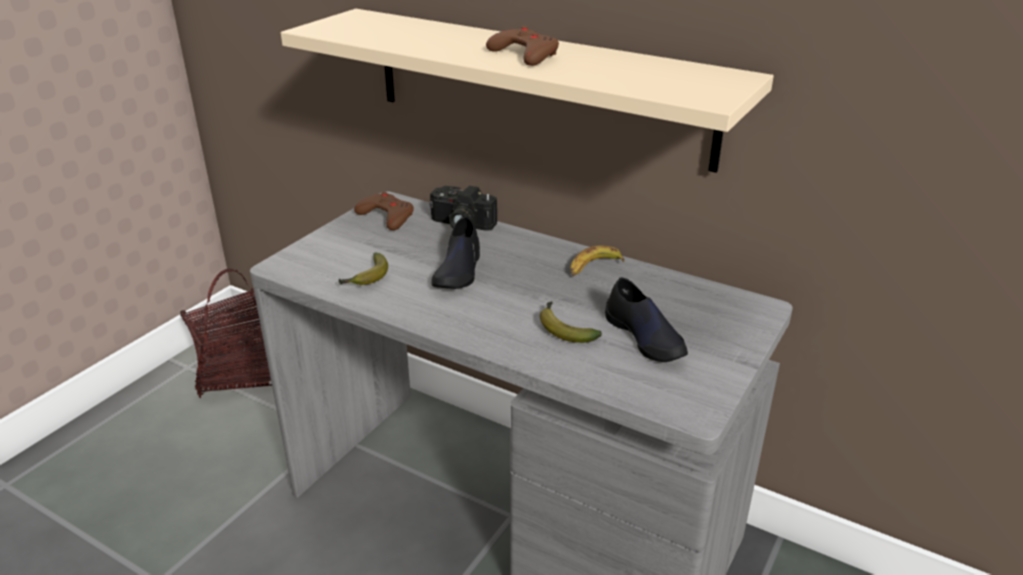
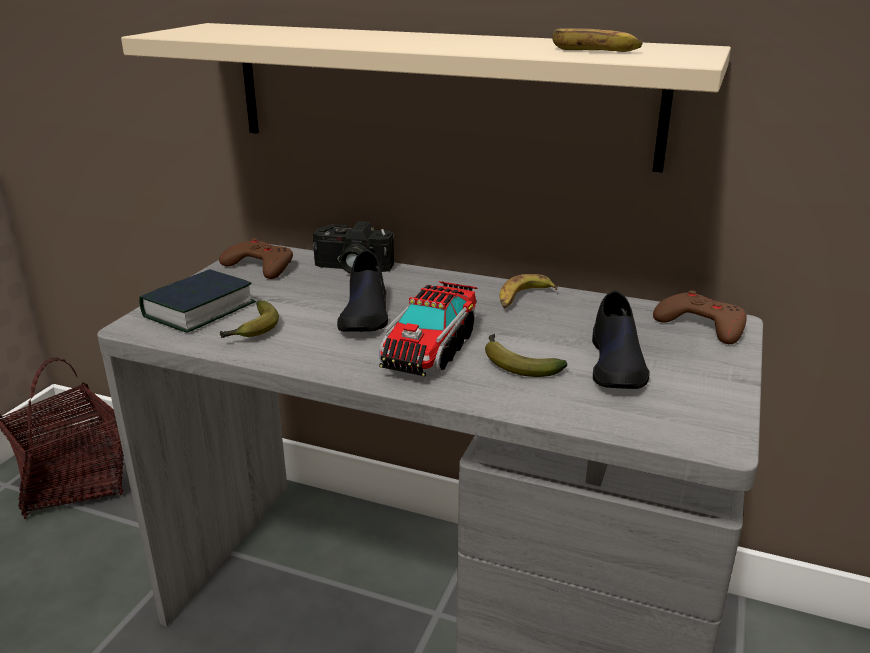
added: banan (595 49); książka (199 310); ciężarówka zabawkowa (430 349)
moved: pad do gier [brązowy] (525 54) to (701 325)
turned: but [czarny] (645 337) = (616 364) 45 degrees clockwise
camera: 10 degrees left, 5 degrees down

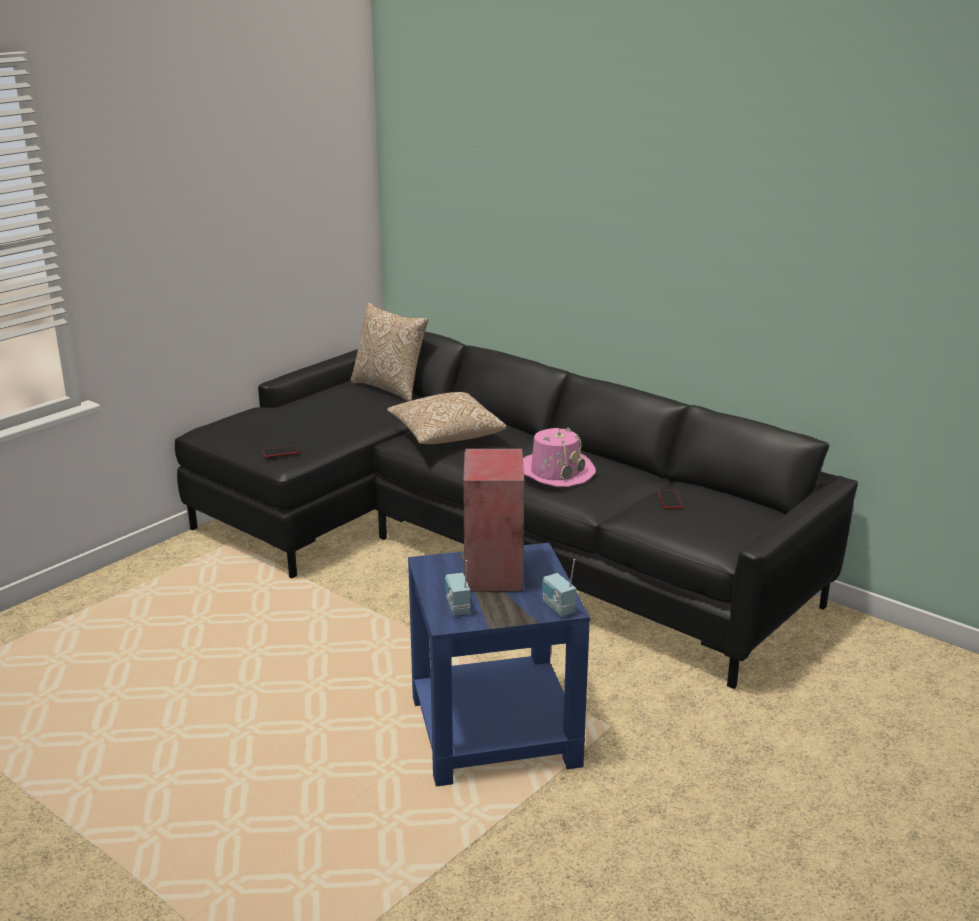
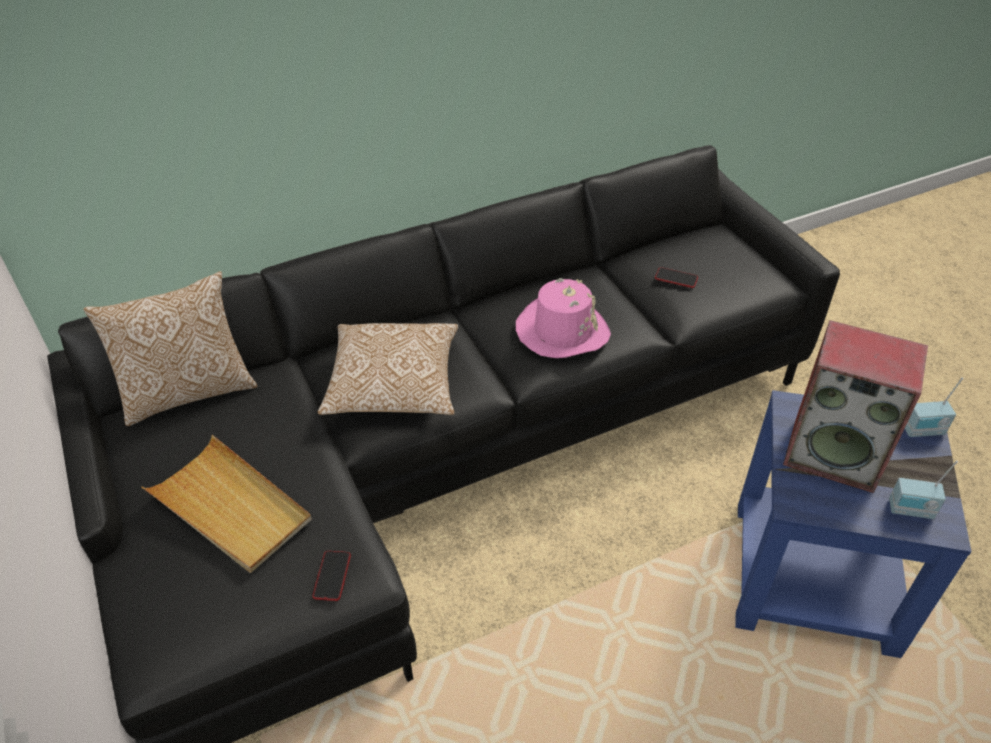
added: taca [beżowy] (230 507)
camera: 65 degrees left, 20 degrees up

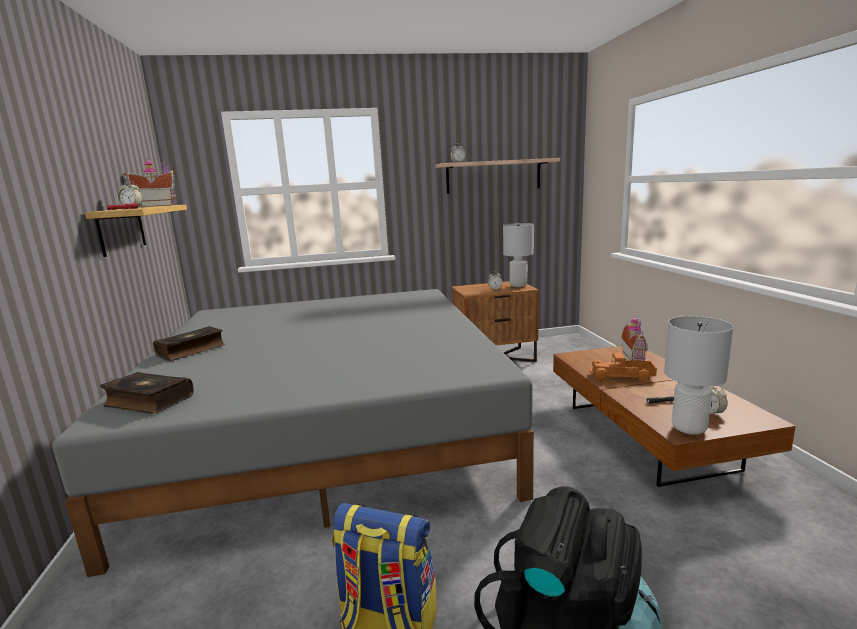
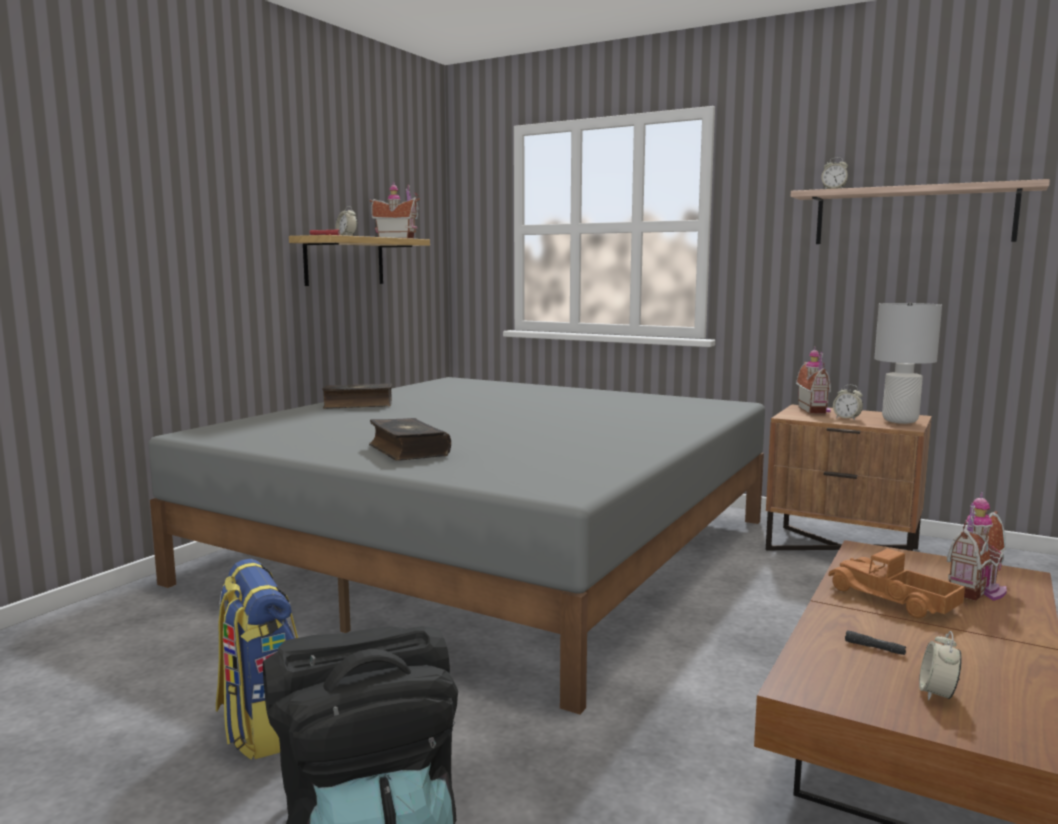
removed: lampa stołowa [szary] (688 430)
added: domek (815 410)
moved: książka (148 401) to (407 451)
camera: 40 degrees right, 5 degrees down

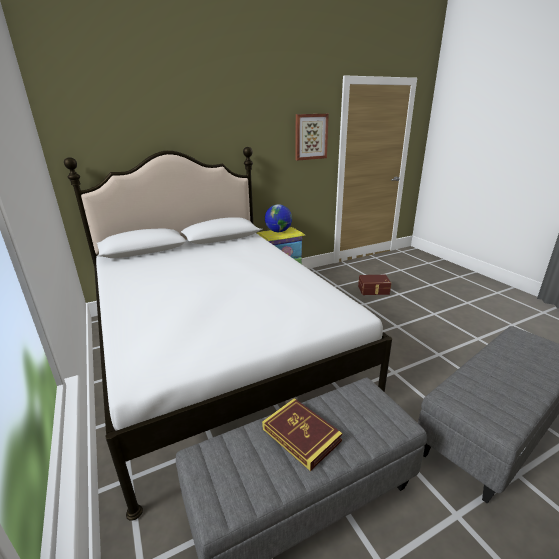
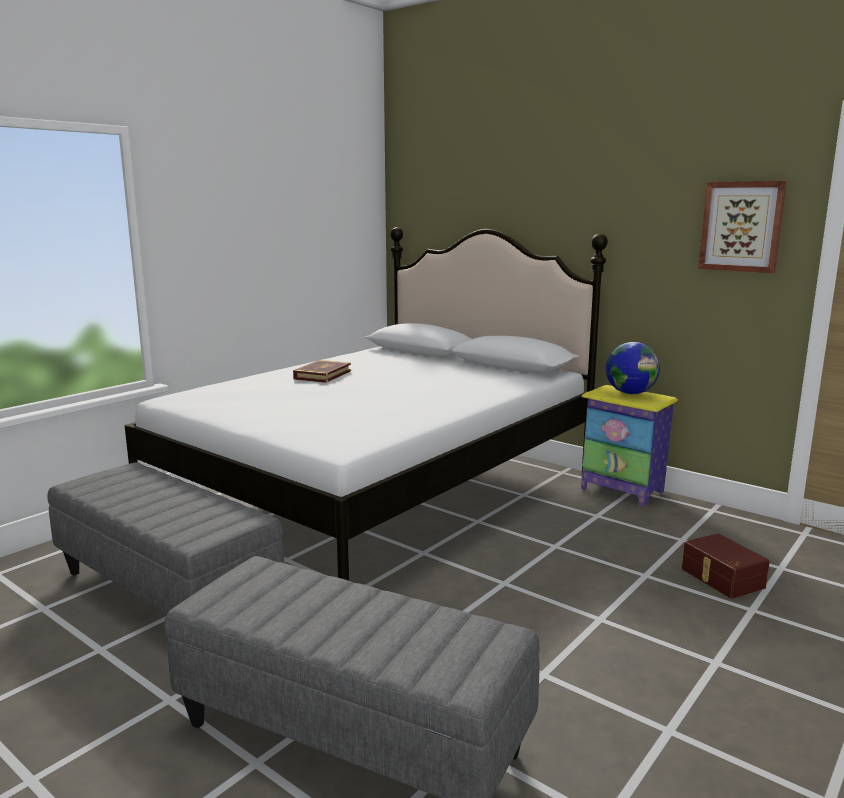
moved: książka (301 435) to (322 375)
camera: 65 degrees right, 10 degrees down

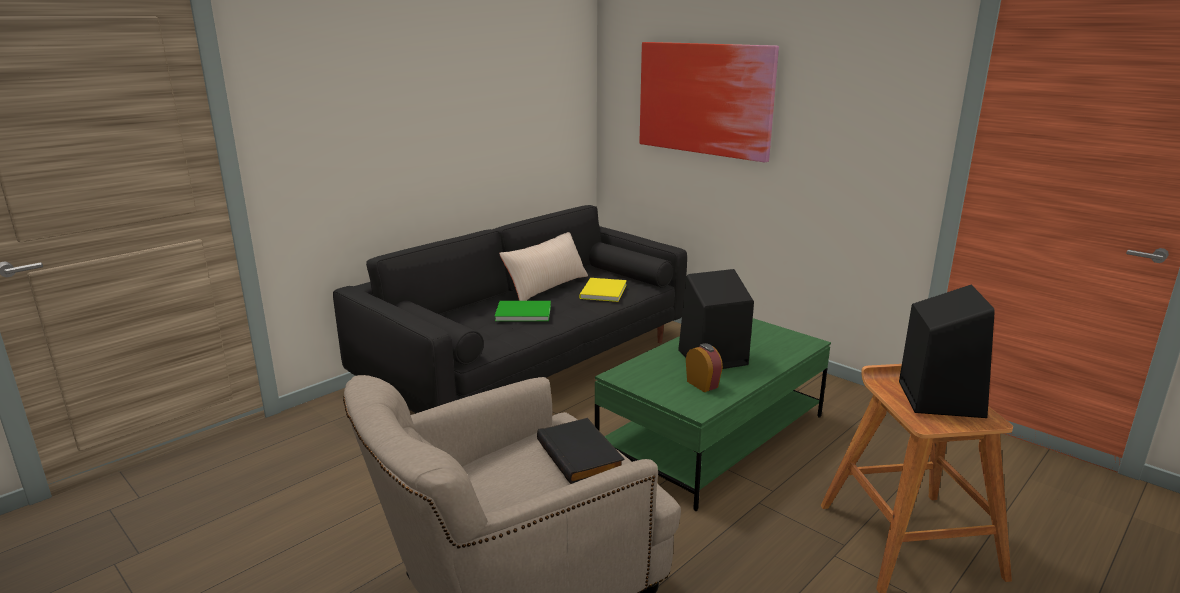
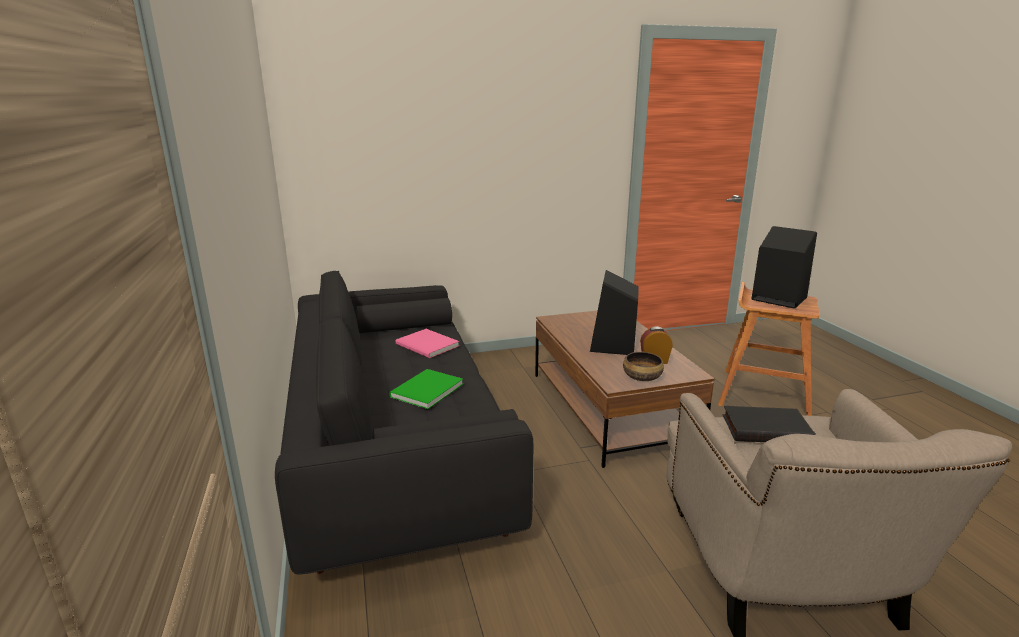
removed: obraz (705 99); poduszka [beżowy] (546 287)
added: miska (642 377)
recoloured: książka [żółty] (601 292) to książka [różowy] (427 346); ława [zielony] (713 435) to ława [brązowy] (609 409)
camera: 60 degrees left, 0 degrees up

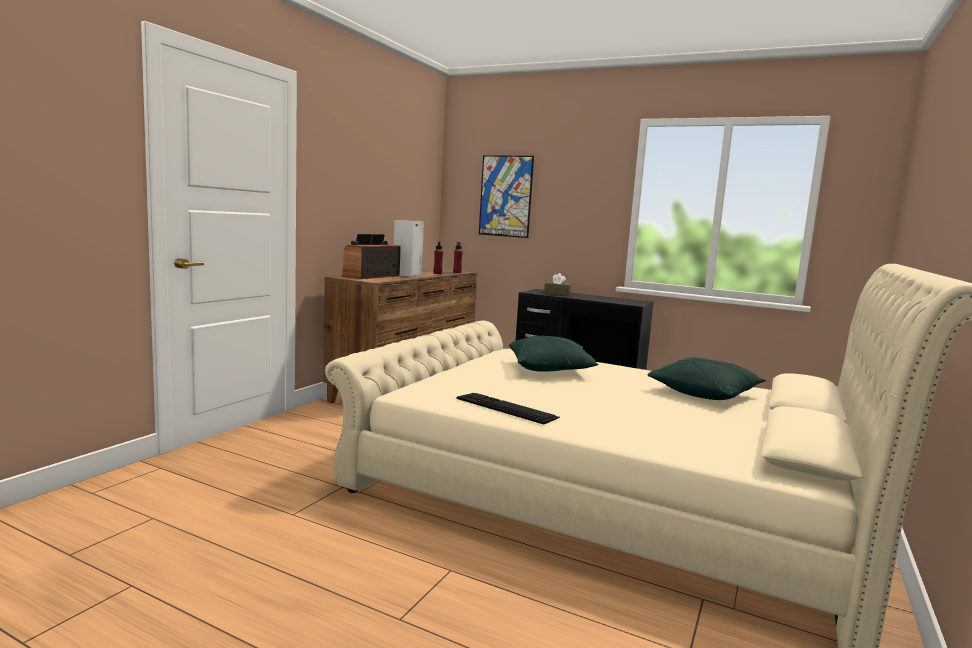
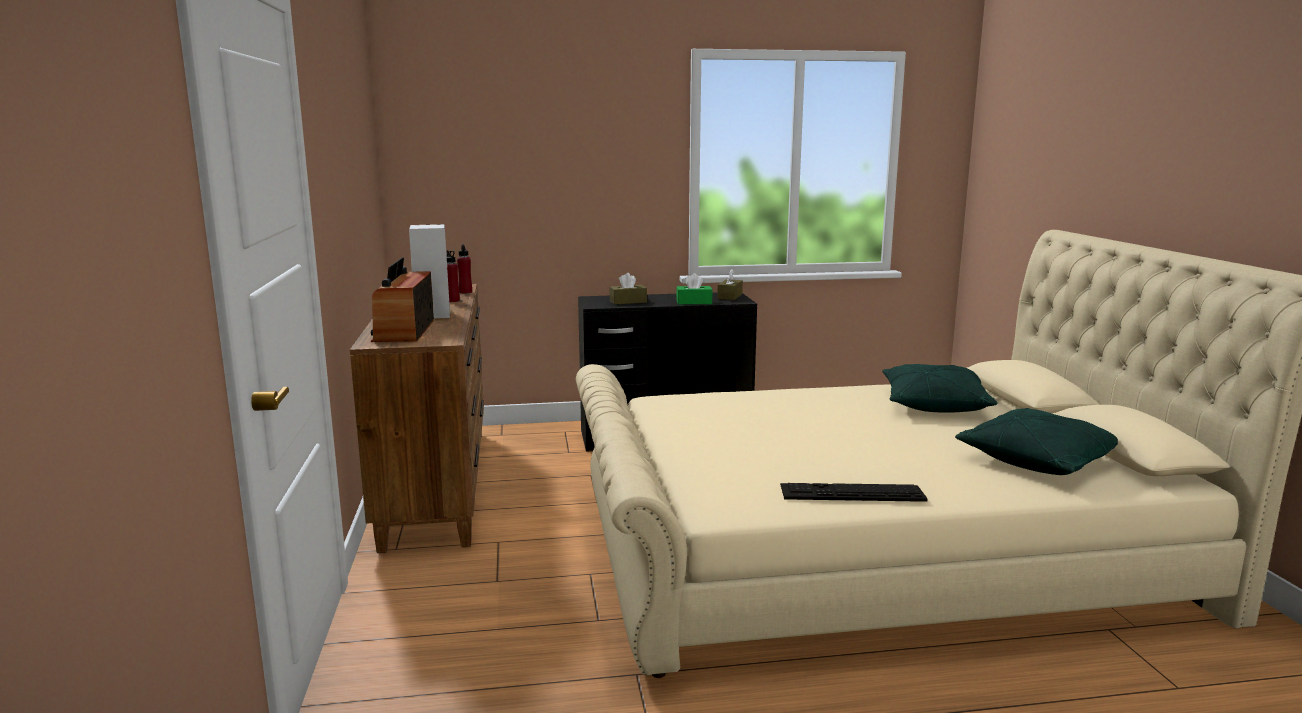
removed: obraz (505 196)
added: pudełko chusteczek [brązowy] (730 296); pudełko chusteczek [zielony] (694 302)
moved: poduszka [zielony] (550 369) to (1038 460)
camera: 35 degrees left, 5 degrees up

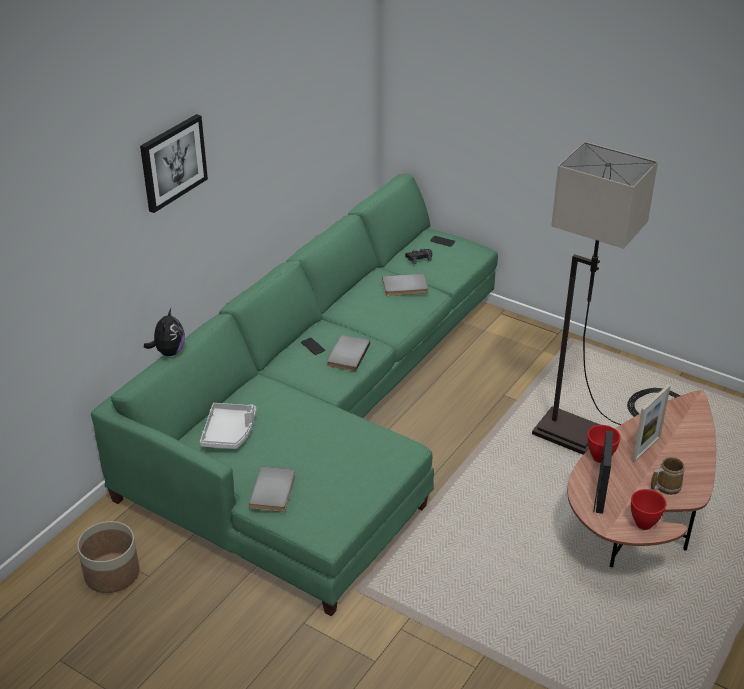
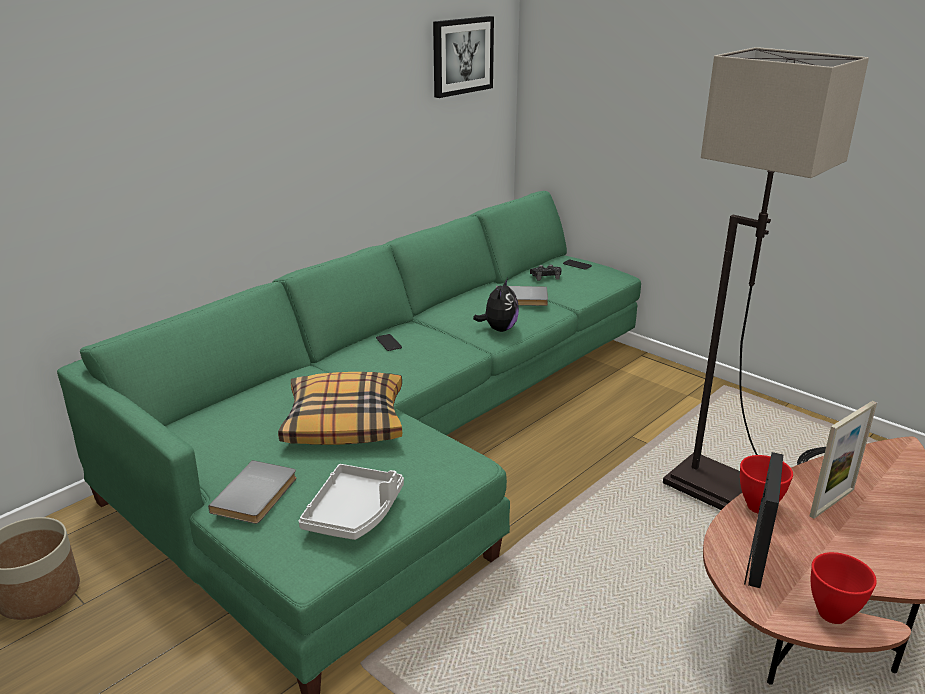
removed: książka [szary] (346 354); kubek (666 486)
added: poduszka (345 422)
moved: obraz (172 162) to (462 56); pluszak (169 352) to (499 329); taca [szary] (229 432) to (354 513)
camera: 10 degrees right, 10 degrees down

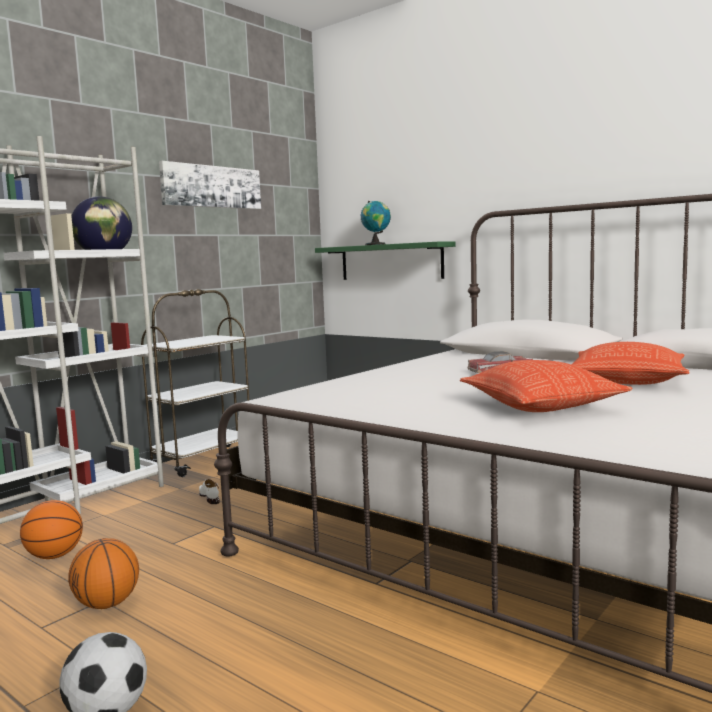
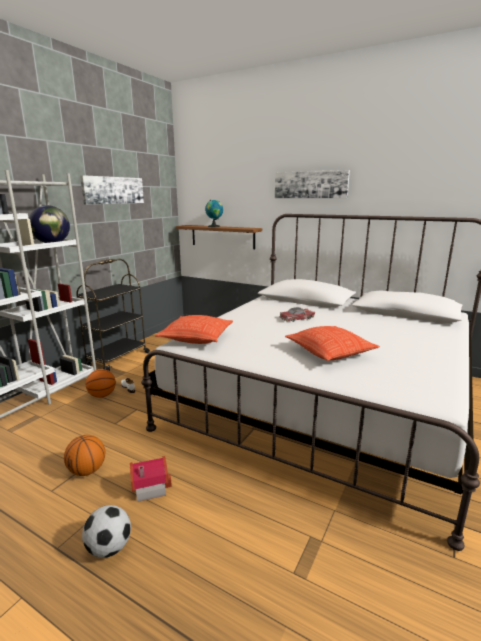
added: obraz (310 184); domek (149 487)
moved: poduszka [pomarańczowy] (627 381) to (197 338); piłka do koszykówki (54 556) to (102 395)
recoloured: półka [zielony] (390 262) to półka [brązowy] (222 236); wózek [biały] (204 461) to wózek [czarny] (117 360)
camera: 10 degrees left, 10 degrees up

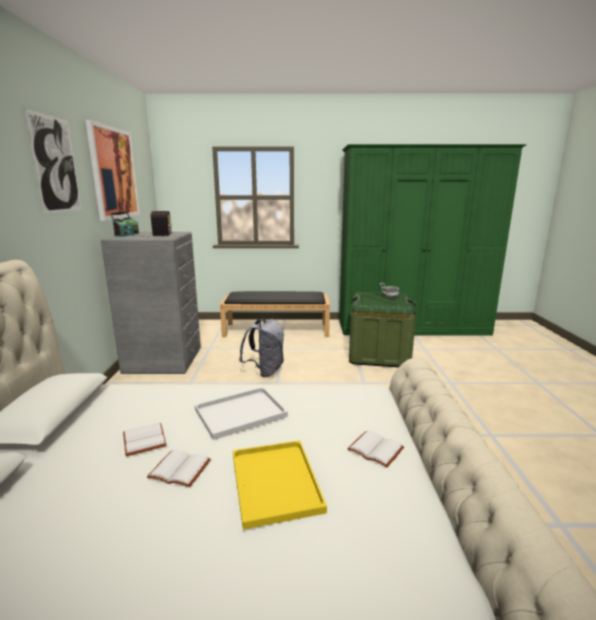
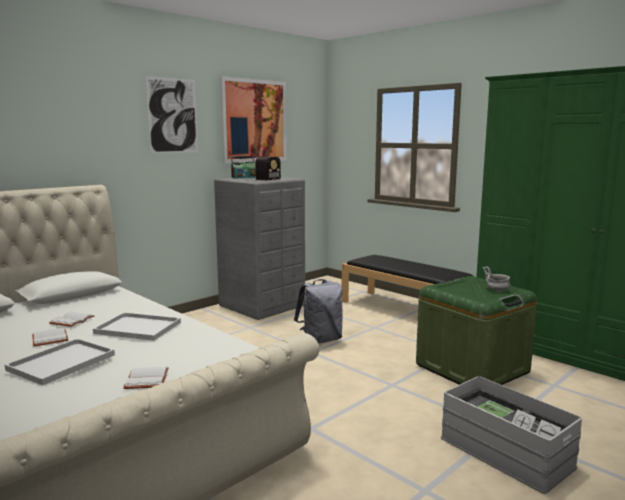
added: pojemnik do przechowywania [szary] (506 451)
recoloured: taca [żółty] (273 480) to taca [biały] (62 361)
camera: 45 degrees right, 5 degrees down

